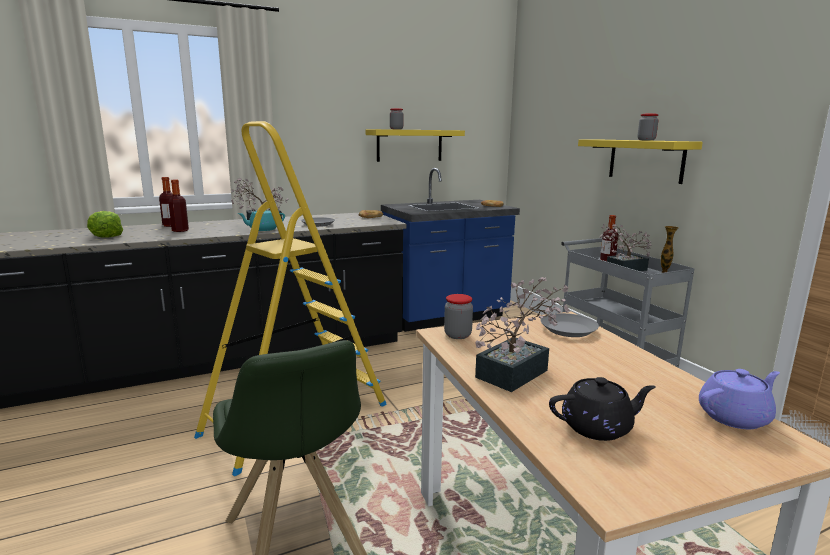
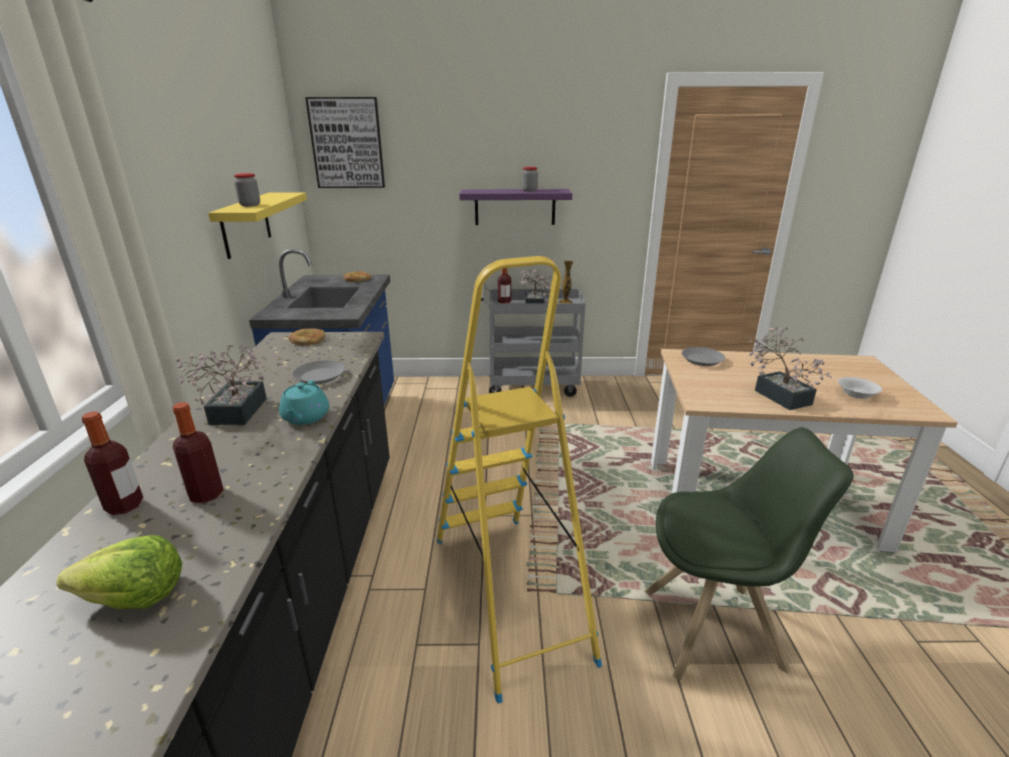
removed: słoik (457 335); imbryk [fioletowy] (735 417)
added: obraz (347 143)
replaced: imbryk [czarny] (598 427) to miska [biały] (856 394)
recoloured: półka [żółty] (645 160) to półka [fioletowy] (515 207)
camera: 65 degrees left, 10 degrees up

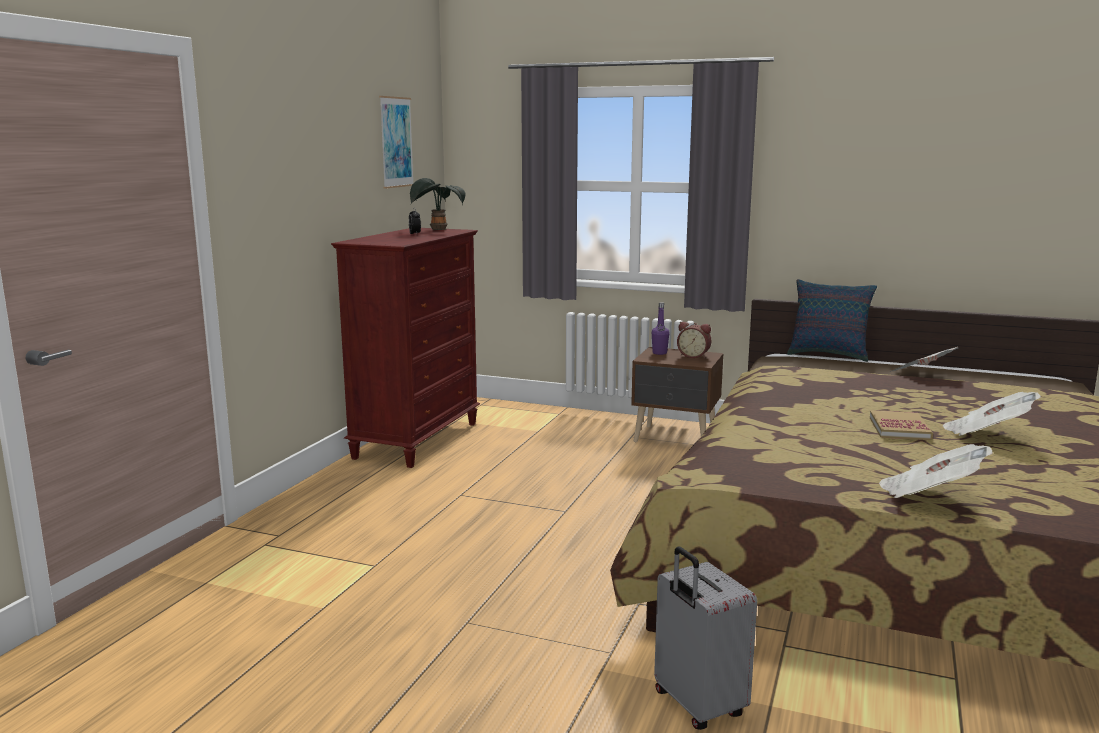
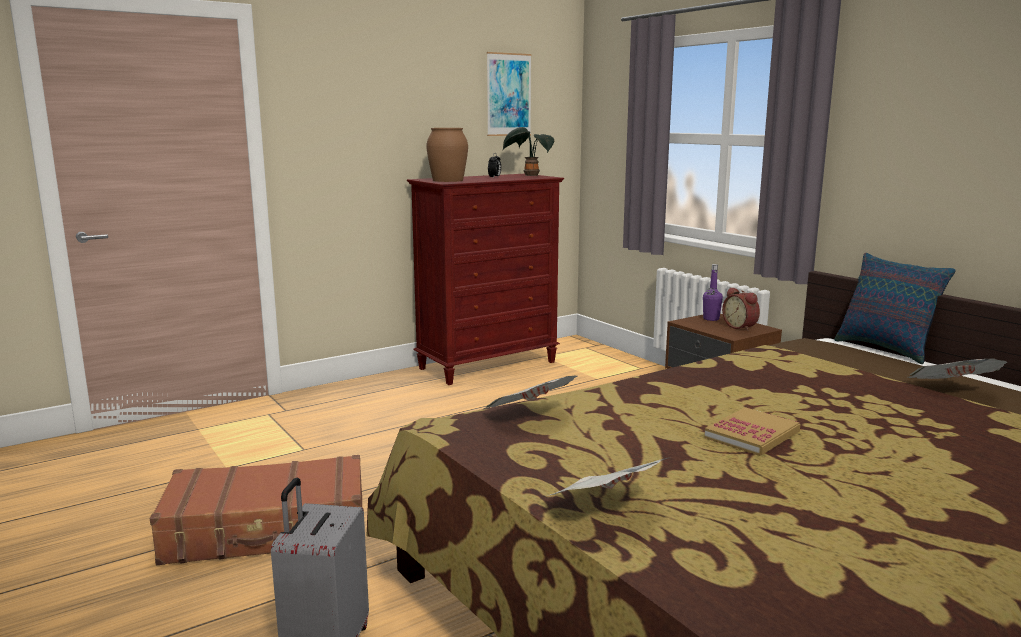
added: wazon [brązowy] (448 180); walizka [brązowy] (268 530)
moved: gazeta (986 434) to (529 416)
camera: 35 degrees right, 0 degrees up

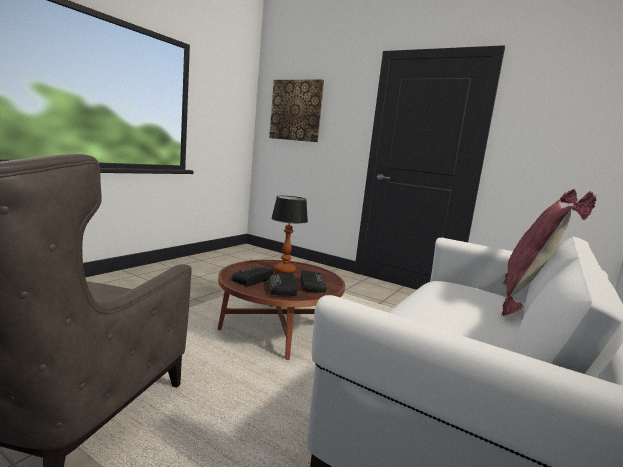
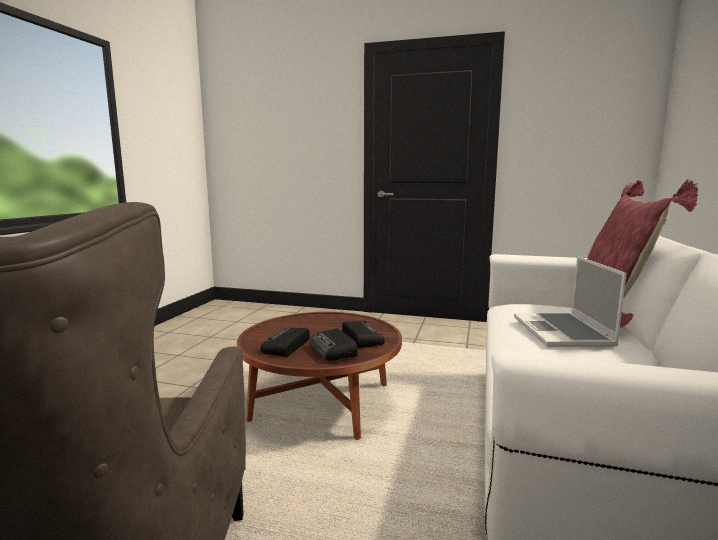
removed: obraz (296 110); lampa stołowa (284 270)
added: laptop (563 332)
camera: 15 degrees left, 0 degrees up

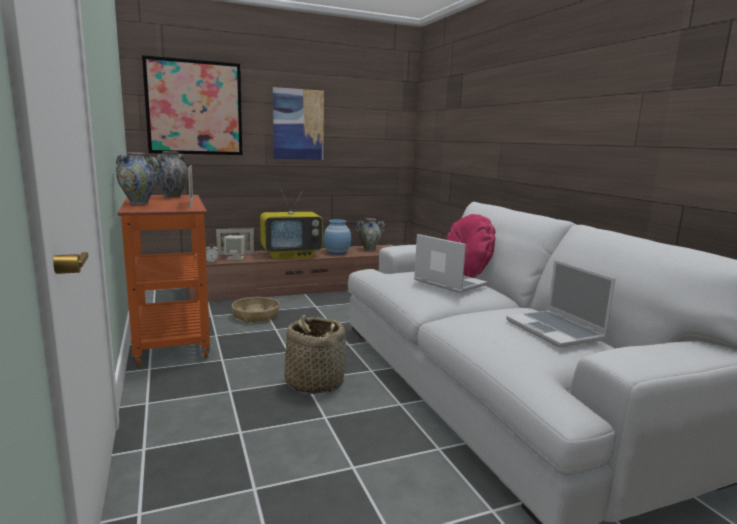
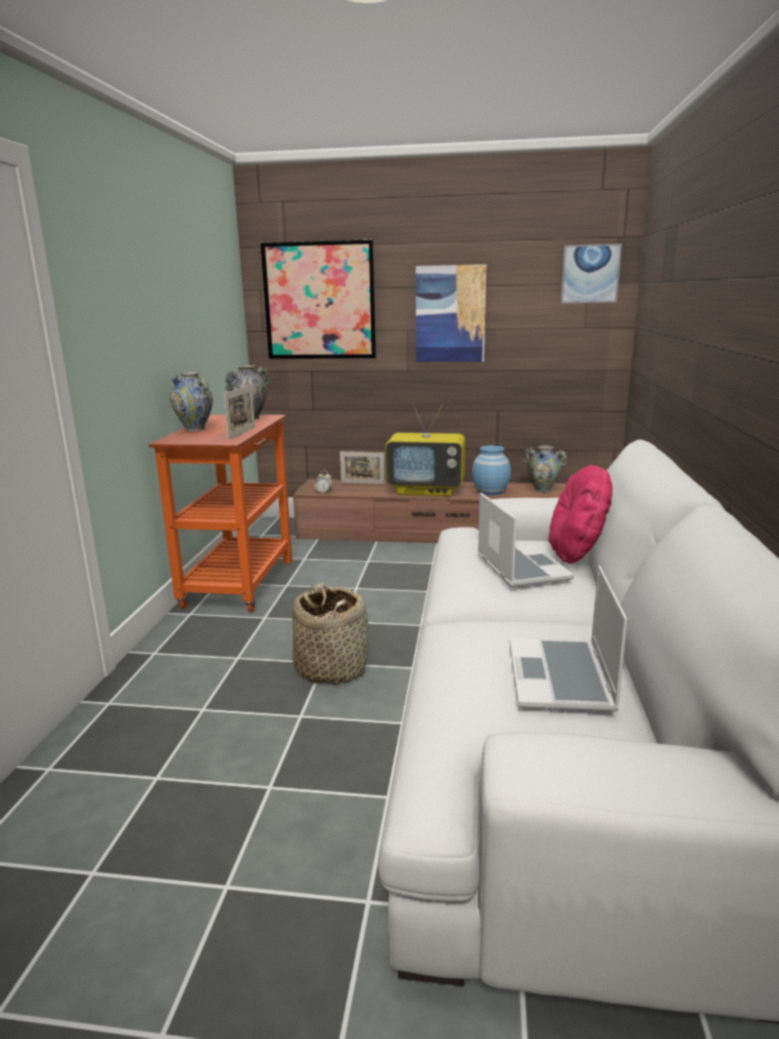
removed: głośnik [beżowy] (235 258); koszyk (255 316)
added: obraz (590 274)
camera: 30 degrees right, 5 degrees up

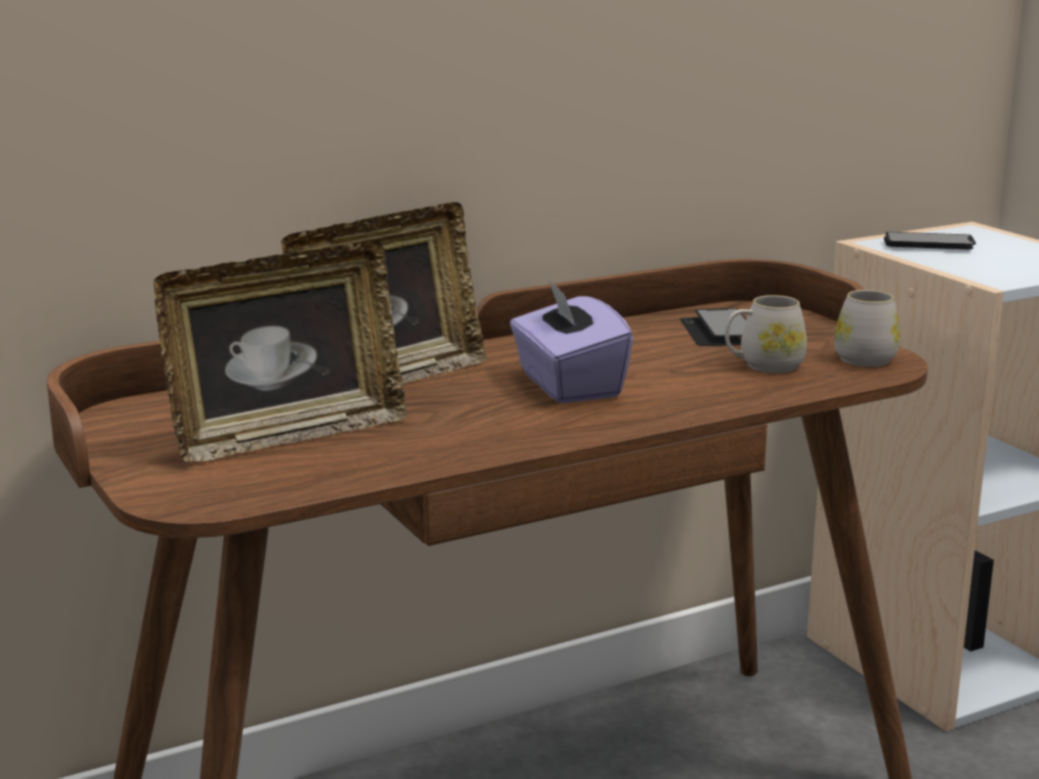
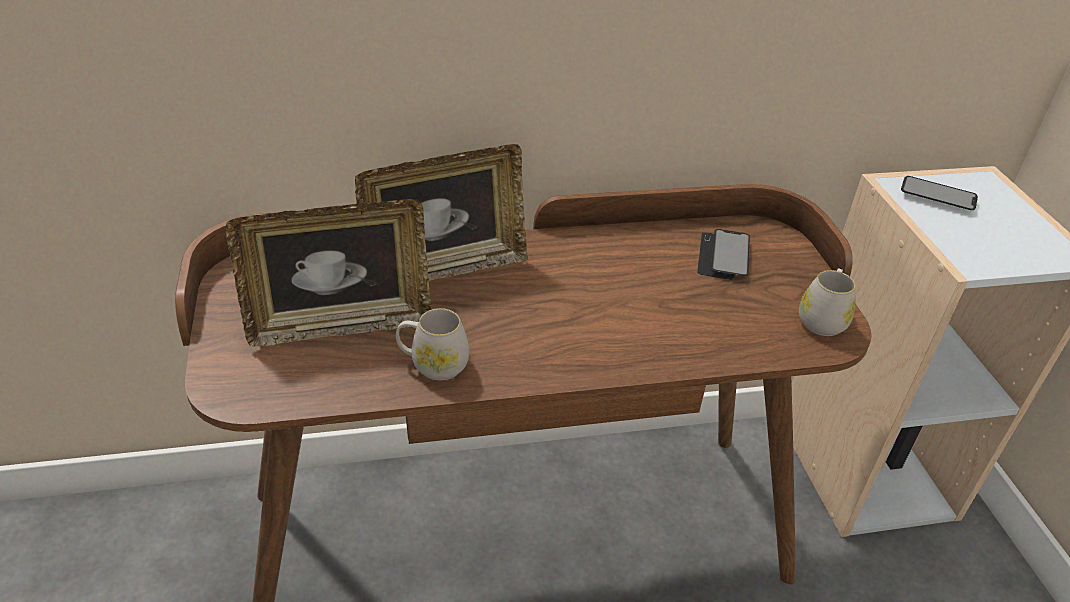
removed: pudełko chusteczek [fioletowy] (568 385)
moved: kubek [biały] (763 366) to (433 364)
camera: 15 degrees right, 20 degrees up

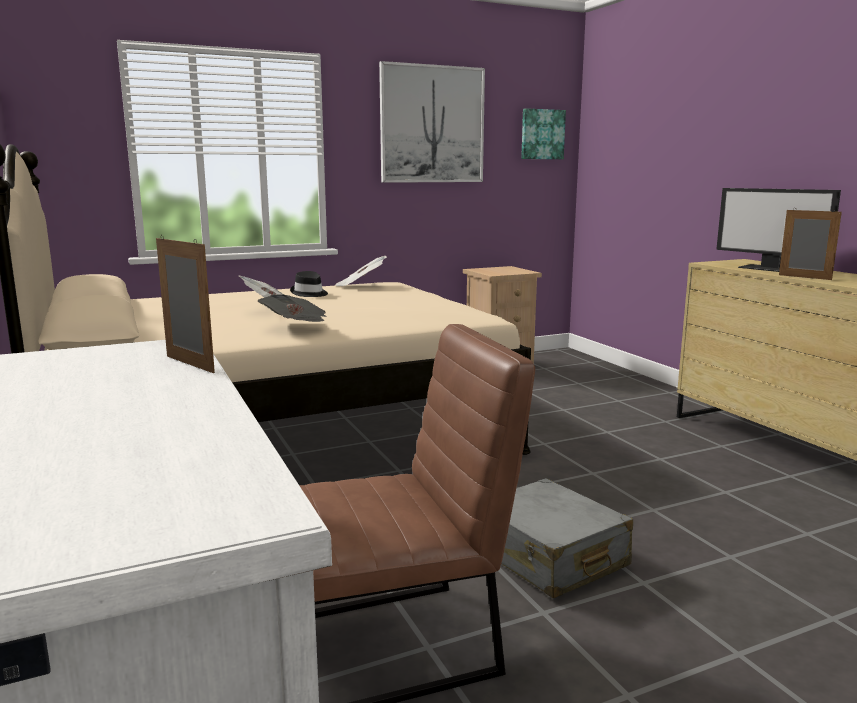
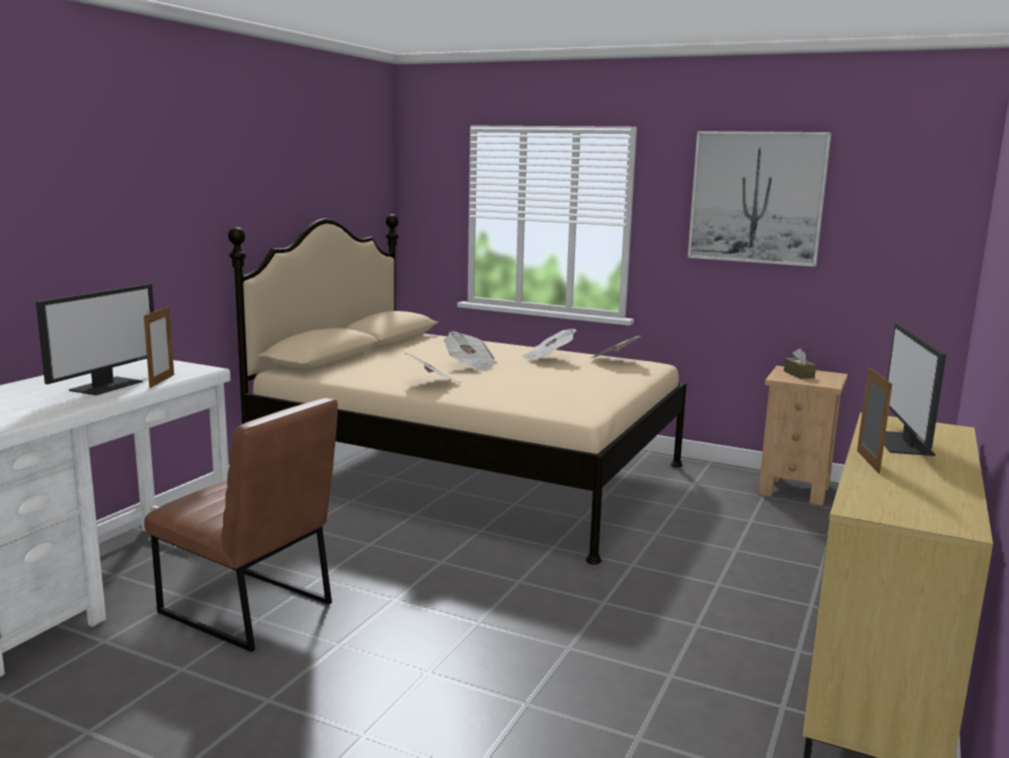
removed: obraz (542 134); walizka [szary] (549 557)
added: monitor (106 385); pudełko chusteczek [brązowy] (798 374)
replaced: kapelusz [czarny] (309 293) to gazeta (548 358)
camera: 50 degrees right, 0 degrees up

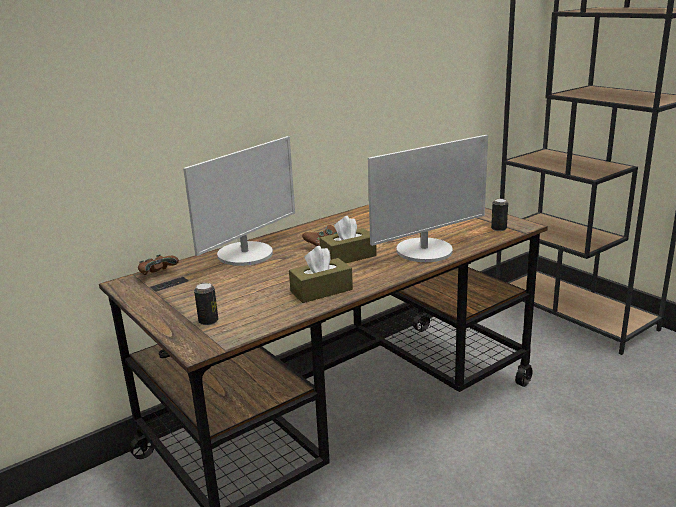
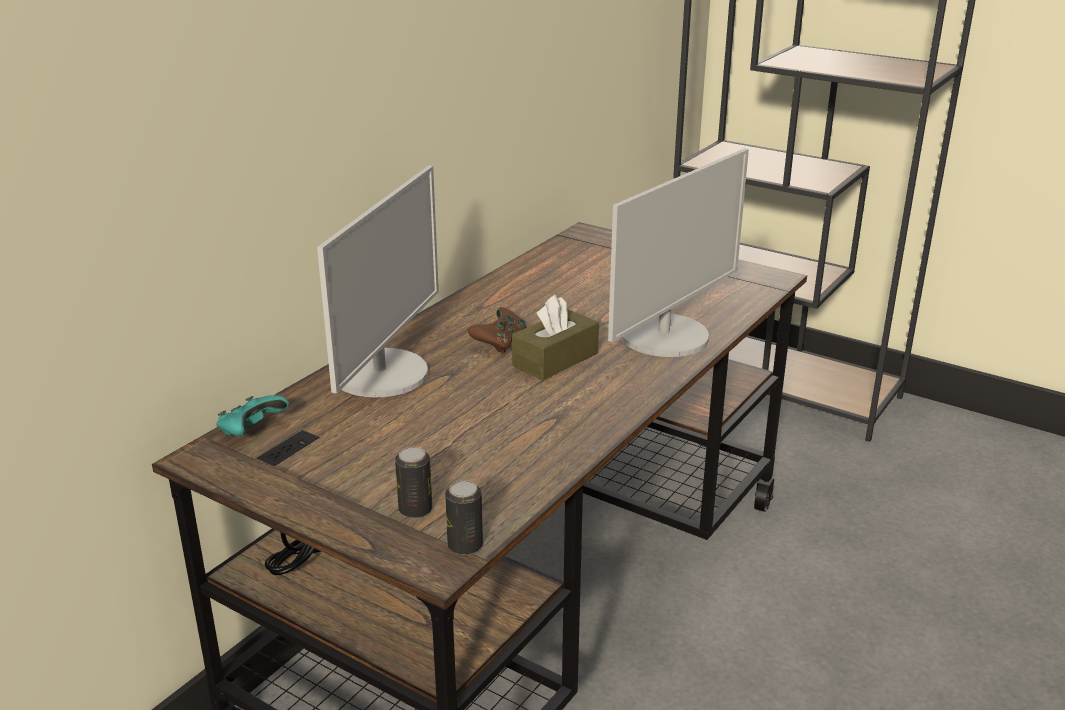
removed: pudełko chusteczek [brązowy] (321 291)
moved: puszka (498 229) to (465 546)
recoloured: pad do gier [brązowy] (158 274) to pad do gier [turkusowy] (252 431)
camera: 20 degrees left, 5 degrees up

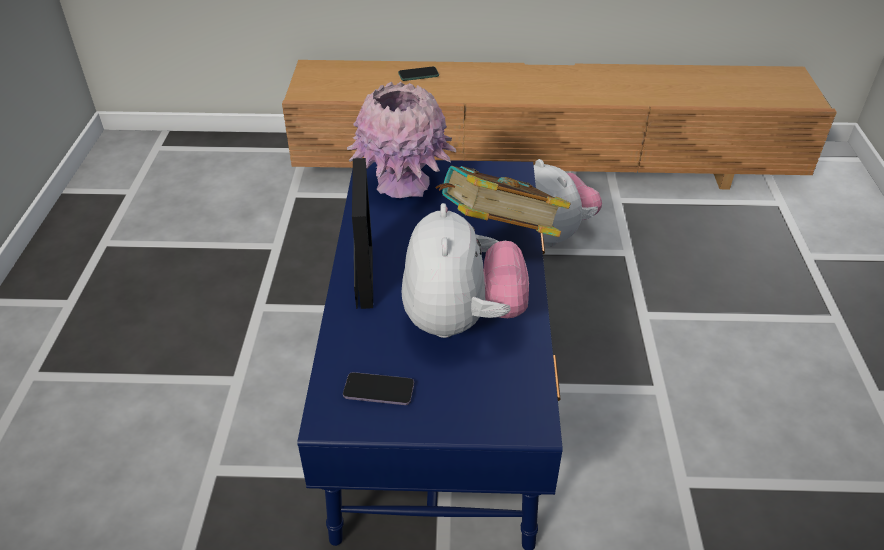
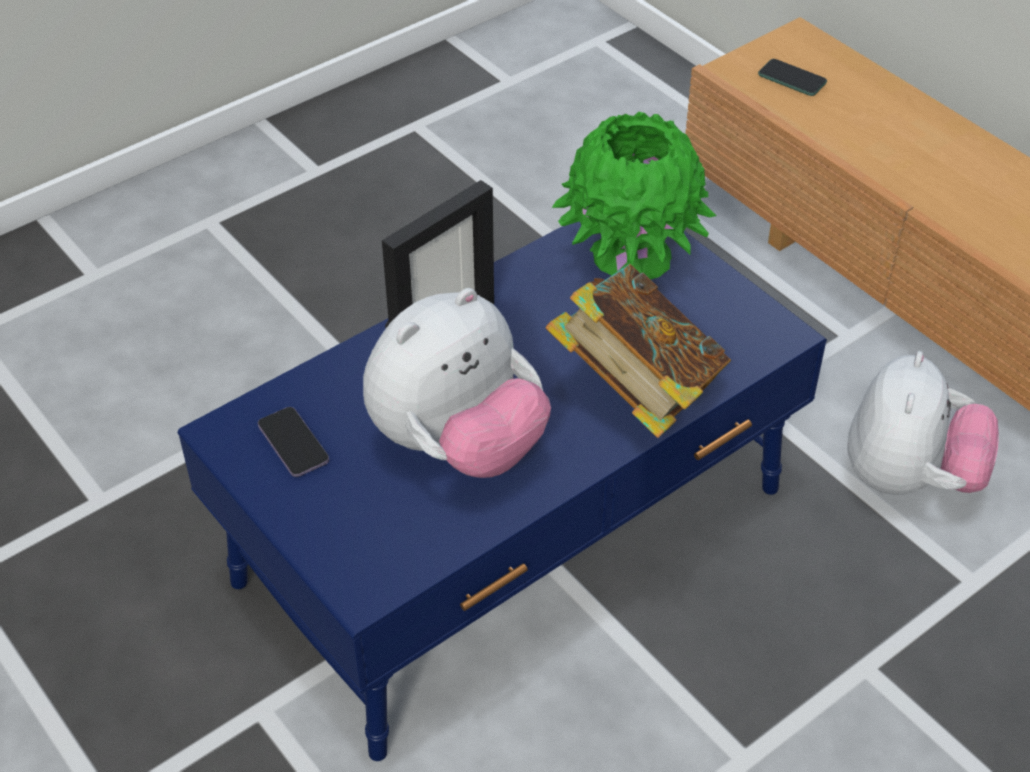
moved: telefon (418 74) to (792 79)
recoloured: wazon [różowy] (403 185) to wazon [zielony] (631 258)
camera: 50 degrees right, 5 degrees up

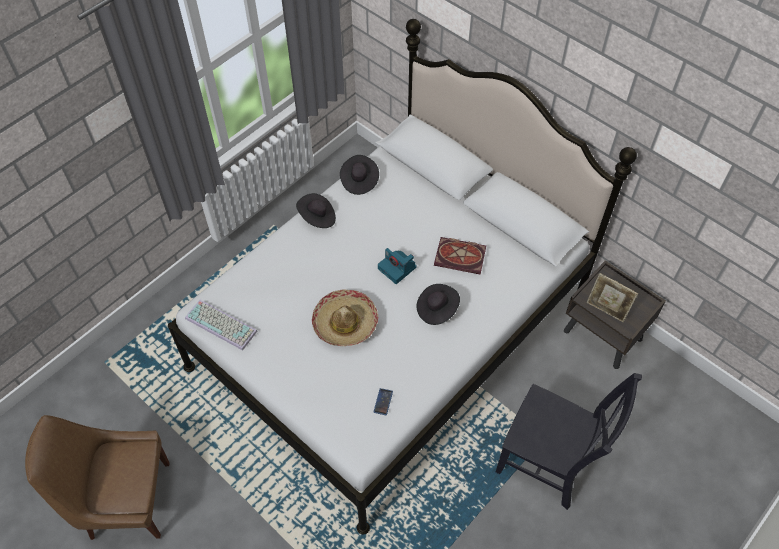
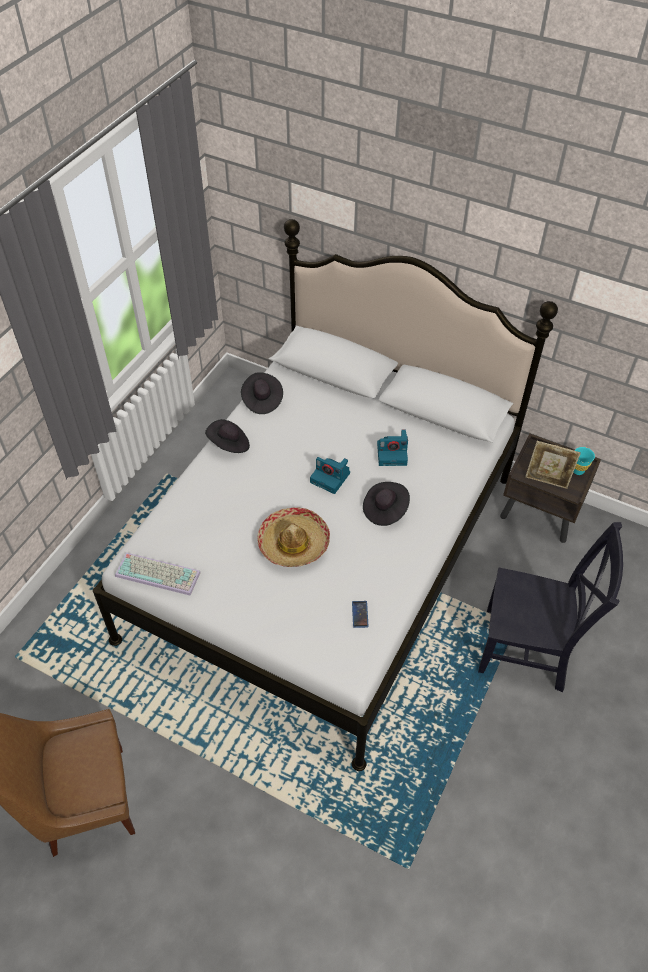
added: filiżanka [turkusowy] (578 471)
replaced: książka (461 256) to aparat fotograficzny (392 453)
camera: 15 degrees left, 5 degrees down

